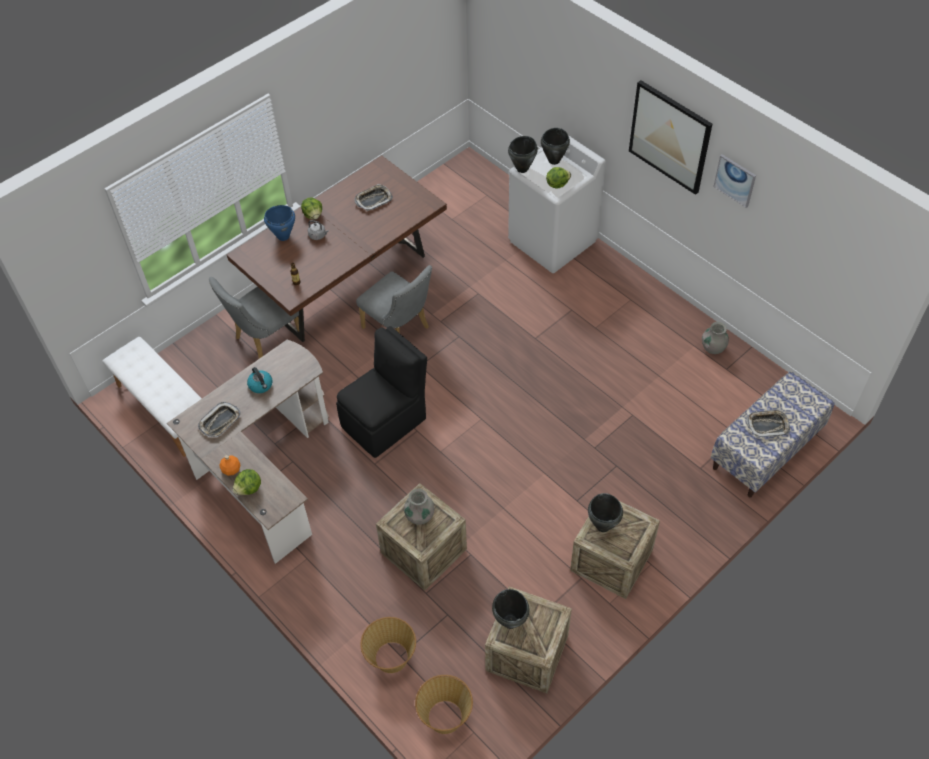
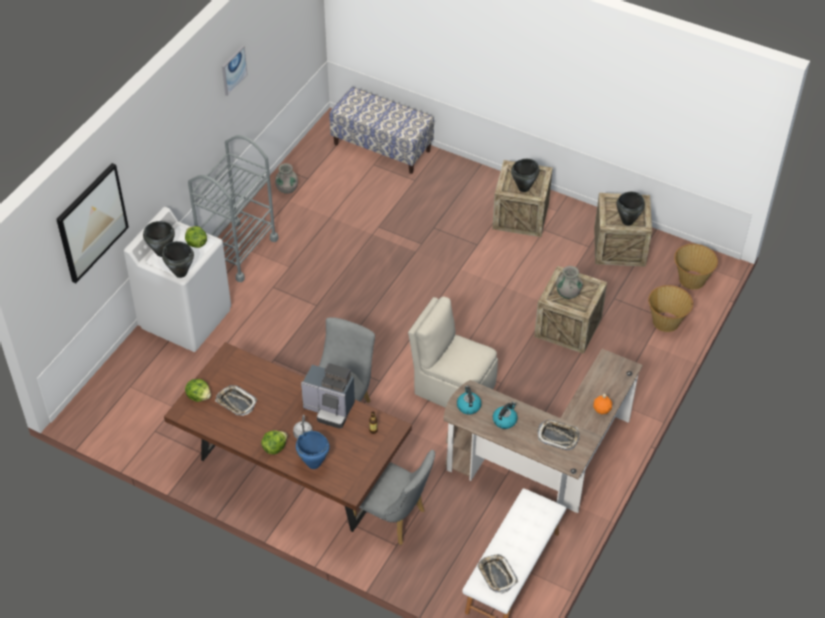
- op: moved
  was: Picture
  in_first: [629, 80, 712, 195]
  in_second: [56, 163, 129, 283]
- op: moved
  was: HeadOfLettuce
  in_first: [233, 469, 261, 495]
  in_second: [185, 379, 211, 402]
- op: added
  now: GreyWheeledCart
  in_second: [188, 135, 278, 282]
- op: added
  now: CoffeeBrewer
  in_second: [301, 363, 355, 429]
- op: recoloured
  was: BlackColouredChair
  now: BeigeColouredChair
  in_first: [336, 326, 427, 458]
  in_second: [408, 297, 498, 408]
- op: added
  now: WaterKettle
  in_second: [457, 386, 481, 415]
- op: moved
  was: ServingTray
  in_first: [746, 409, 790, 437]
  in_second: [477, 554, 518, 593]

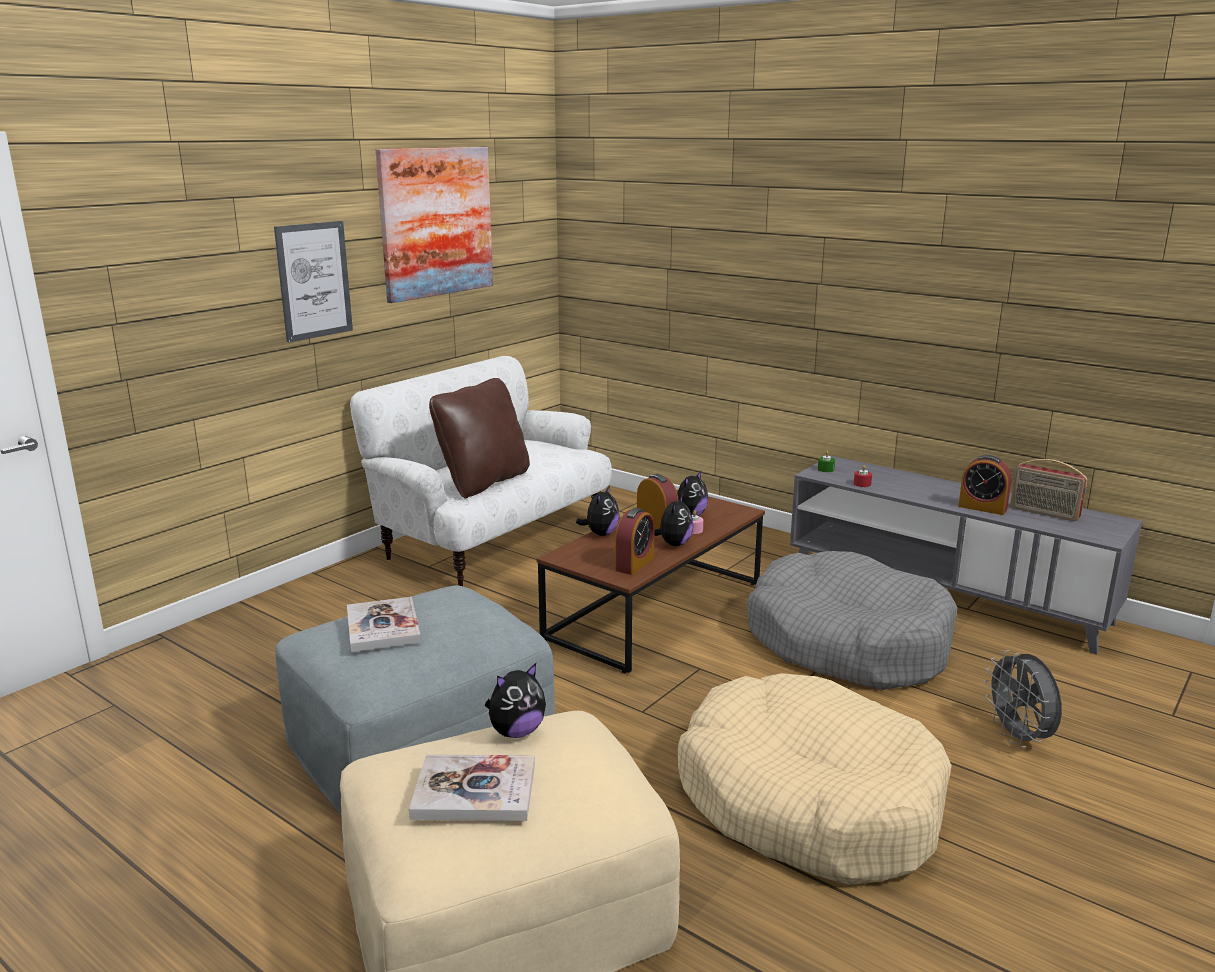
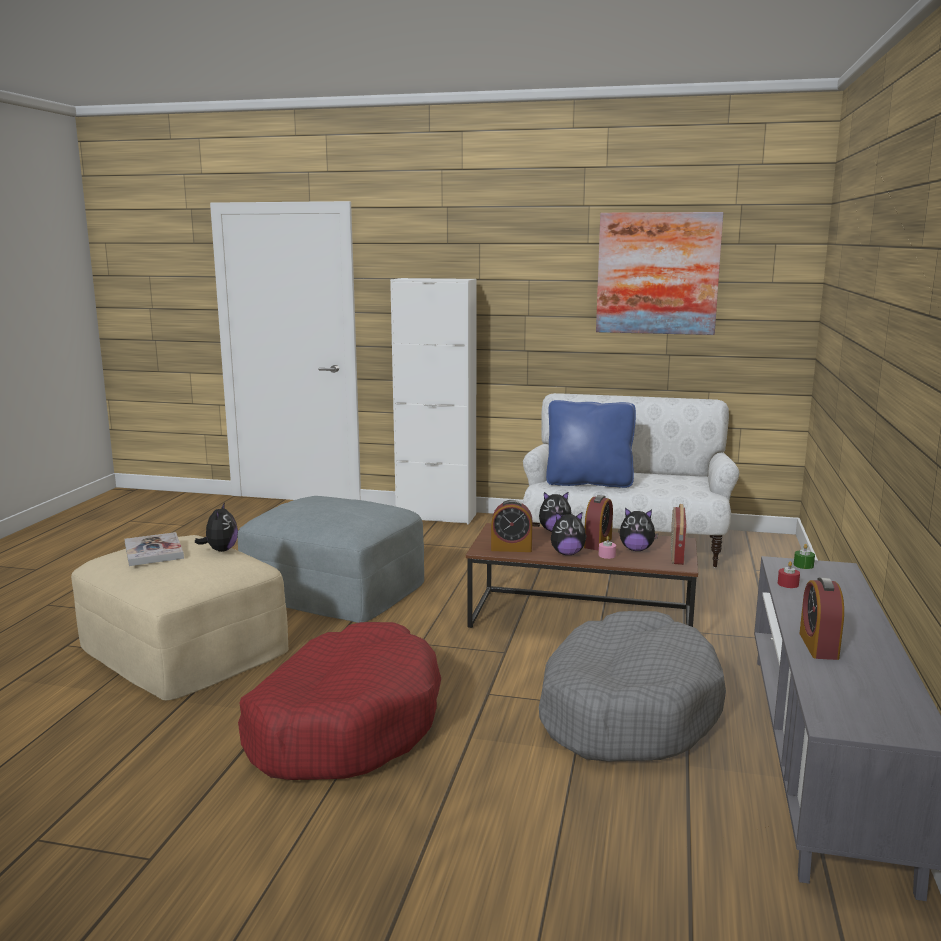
- op: turned
  was: CuddlyToy
  in_first: [485, 663, 546, 738]
  in_second: [195, 502, 238, 552]
  clockwise: -120
- op: recoloured
  was: BeigeColouredPetBed
  now: RedColouredPetBed
  in_first: [678, 673, 952, 885]
  in_second: [238, 622, 441, 780]
- op: added
  now: WhiteCabinet
  in_second: [390, 278, 477, 525]
- op: recoloured
  was: BrownishCushion
  now: BlueCushion
  in_first: [429, 378, 530, 498]
  in_second: [546, 400, 636, 488]
- op: moved
  was: Radio
  in_first: [1010, 459, 1087, 521]
  in_second: [671, 504, 686, 565]
- op: removed
  was: Picture
  in_first: [274, 221, 353, 343]
- op: removed
  was: BoundBook
  in_first: [347, 597, 421, 652]
- op: removed
  was: GreyFan
  in_first: [984, 650, 1062, 748]

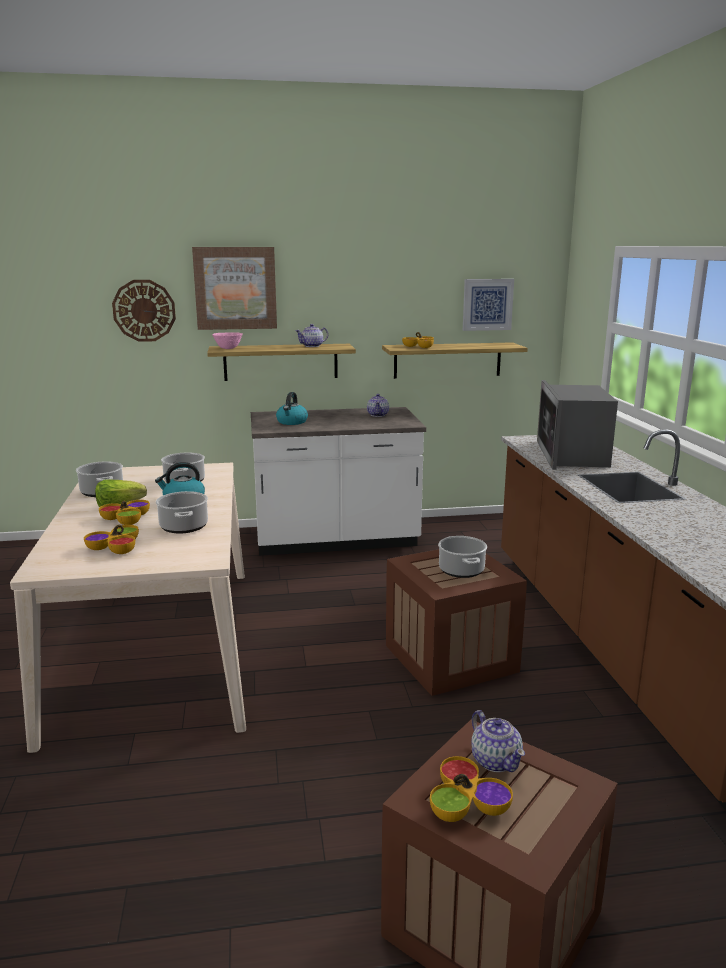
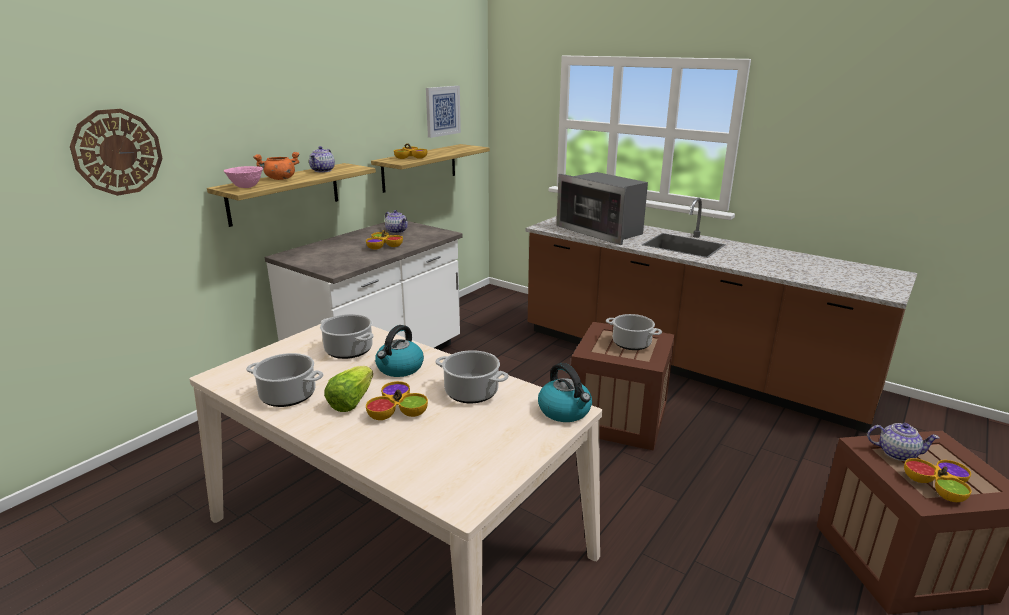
- op: added
  now: OrangeColouredCookingPot
  in_second: [253, 152, 300, 180]
- op: moved
  was: DeepDish
  in_first: [84, 525, 139, 554]
  in_second: [366, 230, 403, 250]
- op: moved
  was: WaterKettle
  in_first: [276, 392, 308, 425]
  in_second: [538, 363, 592, 422]
- op: removed
  was: Picture
  in_first: [192, 247, 277, 330]

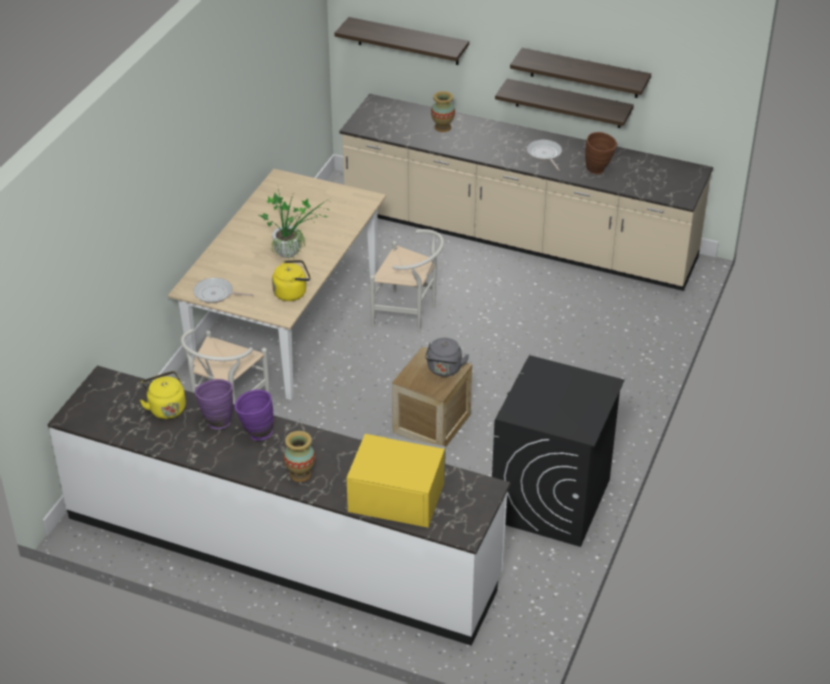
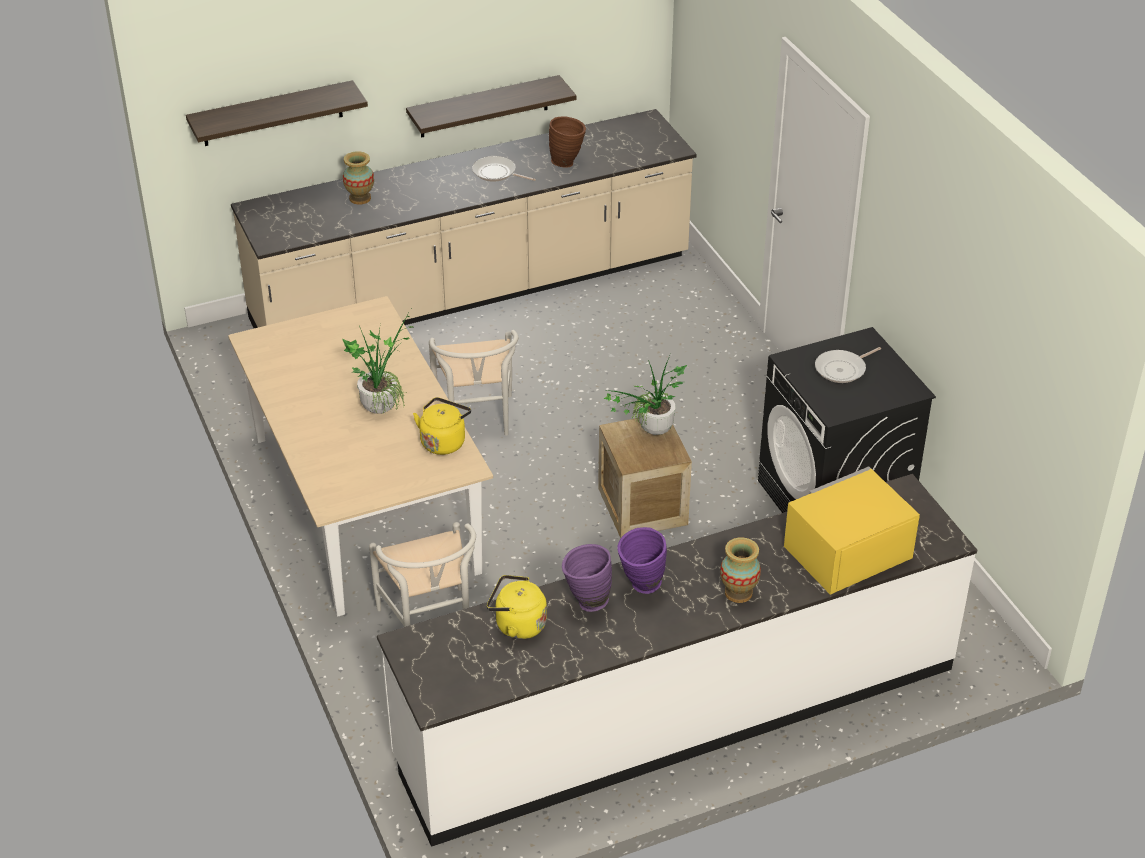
- op: turned
  was: WhiteChair
  in_first: [370, 229, 444, 333]
  in_second: [429, 330, 518, 436]
  clockwise: 105
- op: replaced
  was: GreyWaterKettle
  now: Houseplant
  in_first: [425, 338, 469, 377]
  in_second: [604, 356, 687, 435]
- op: moved
  was: Pan
  in_first: [194, 278, 254, 303]
  in_second: [815, 347, 881, 383]
- op: removed
  was: WallShelf
  in_first: [510, 48, 651, 98]

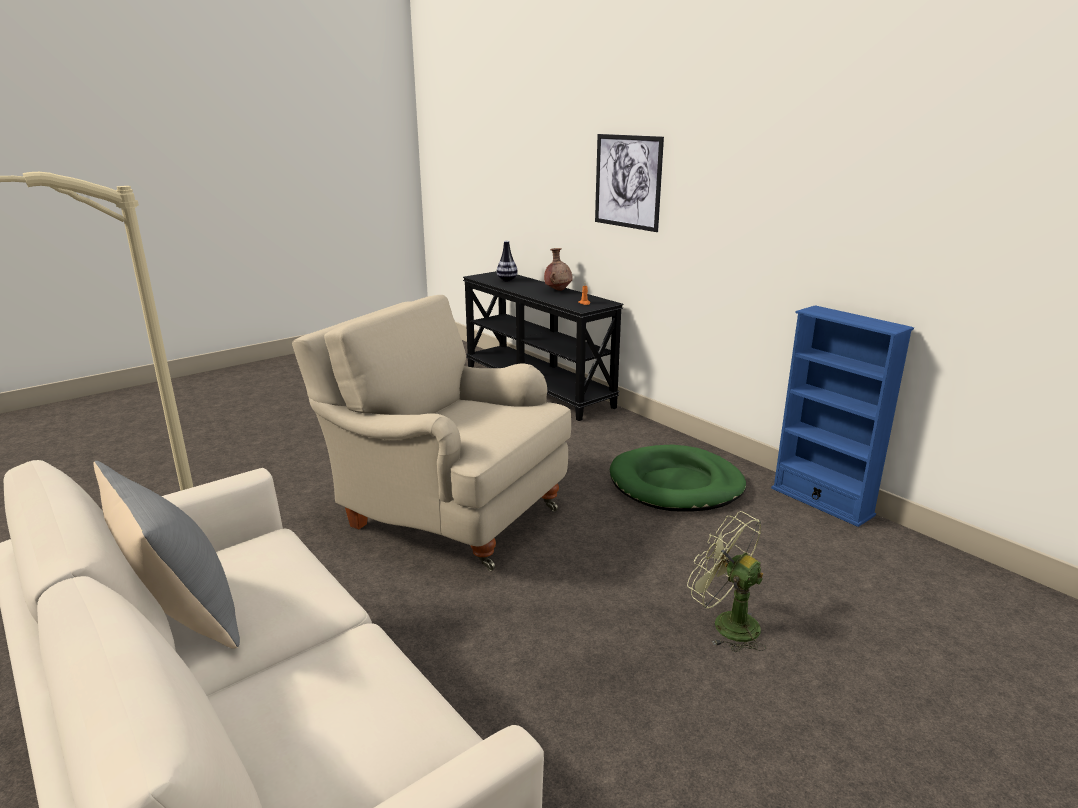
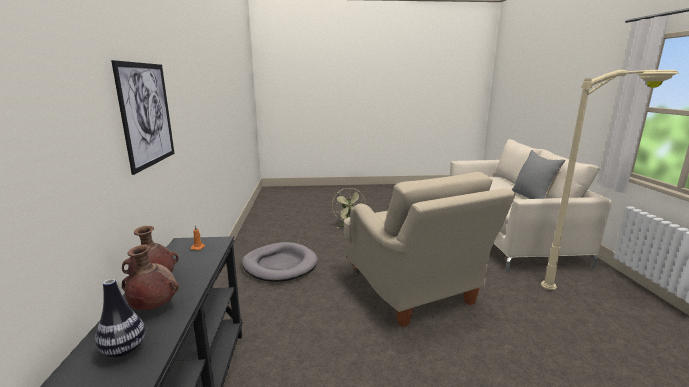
- op: added
  now: BrownishFlowerVase
  in_second: [122, 244, 179, 310]
- op: recoloured
  was: GreenishPetBed
  now: GreyPetBed
  in_first: [610, 445, 746, 512]
  in_second: [242, 242, 318, 282]
- op: removed
  was: BlueShelvingUnit
  in_first: [771, 305, 914, 527]

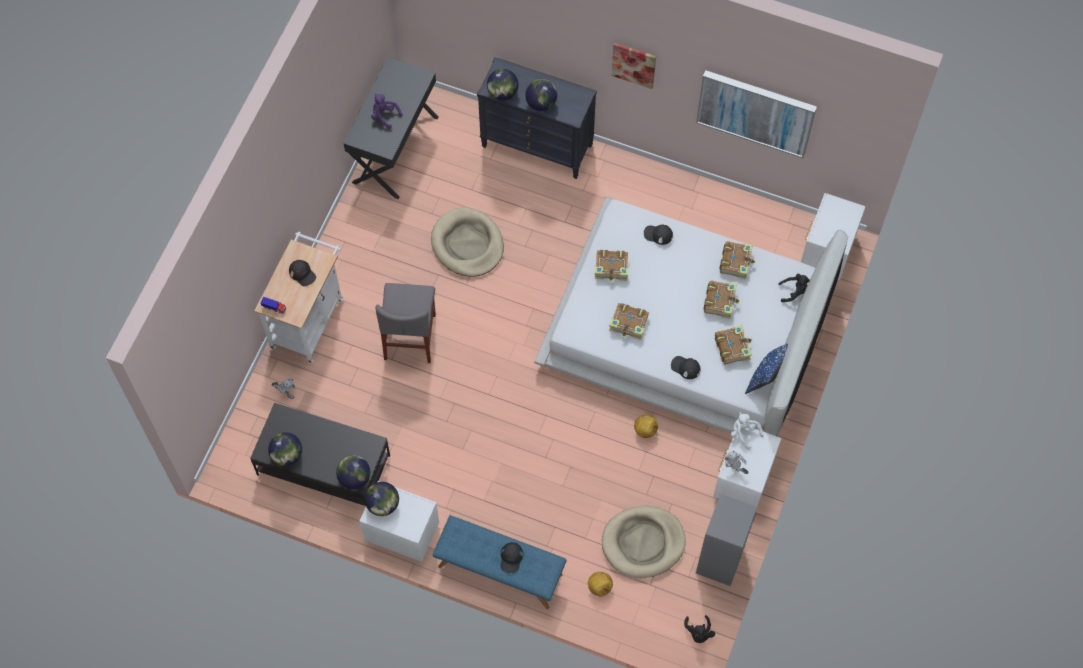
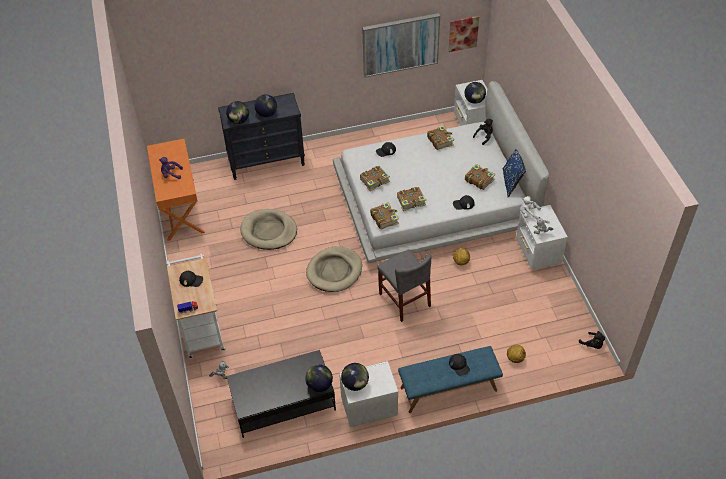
- op: recoloured
  was: BlackColouredDesk
  now: OrangeColouredDesk
  in_first: [343, 57, 439, 199]
  in_second: [147, 139, 205, 241]
- op: moved
  was: BeigeColouredPetBed
  in_first: [602, 506, 686, 578]
  in_second: [306, 246, 362, 292]
- op: moved
  was: BoundBook
  in_first: [704, 280, 740, 319]
  in_second: [370, 202, 399, 230]
- op: moved
  was: GreyChair
  in_first: [376, 283, 436, 363]
  in_second: [377, 249, 431, 322]
- op: moved
  was: Picture
  in_first: [611, 43, 656, 89]
  in_second: [448, 16, 479, 52]
- op: moved
  was: DeskGlobe
  in_first: [268, 432, 302, 466]
  in_second: [464, 82, 486, 104]
- op: removed
  was: GreyShelvingUnit
  in_first: [696, 494, 757, 586]

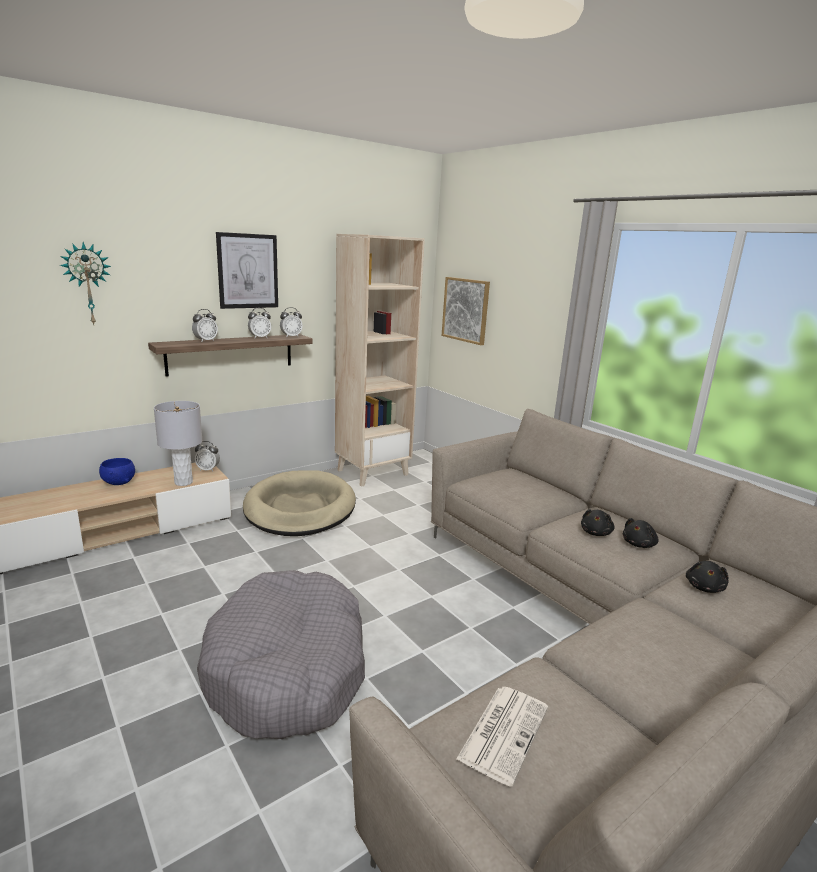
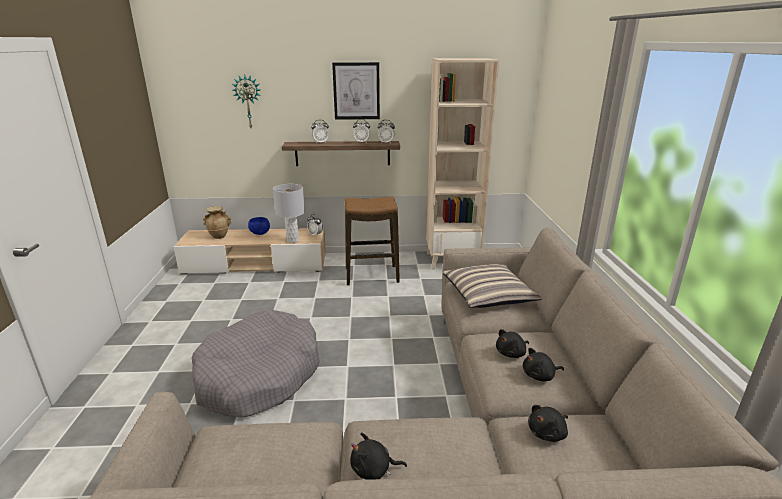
- op: added
  now: BeigeColouredFlowerVase
  in_second: [203, 206, 231, 239]
- op: replaced
  was: BeigeColouredPetBed
  now: Stool
  in_first: [243, 470, 356, 536]
  in_second: [345, 196, 400, 285]
- op: added
  now: BlackColouredCuddlyToy
  in_second: [350, 433, 407, 480]
- op: added
  now: Cushion
  in_second: [443, 264, 542, 308]
- op: removed
  was: Picture
  in_first: [442, 277, 490, 345]
- op: removed
  was: PrintedPaper
  in_first: [456, 687, 548, 787]

